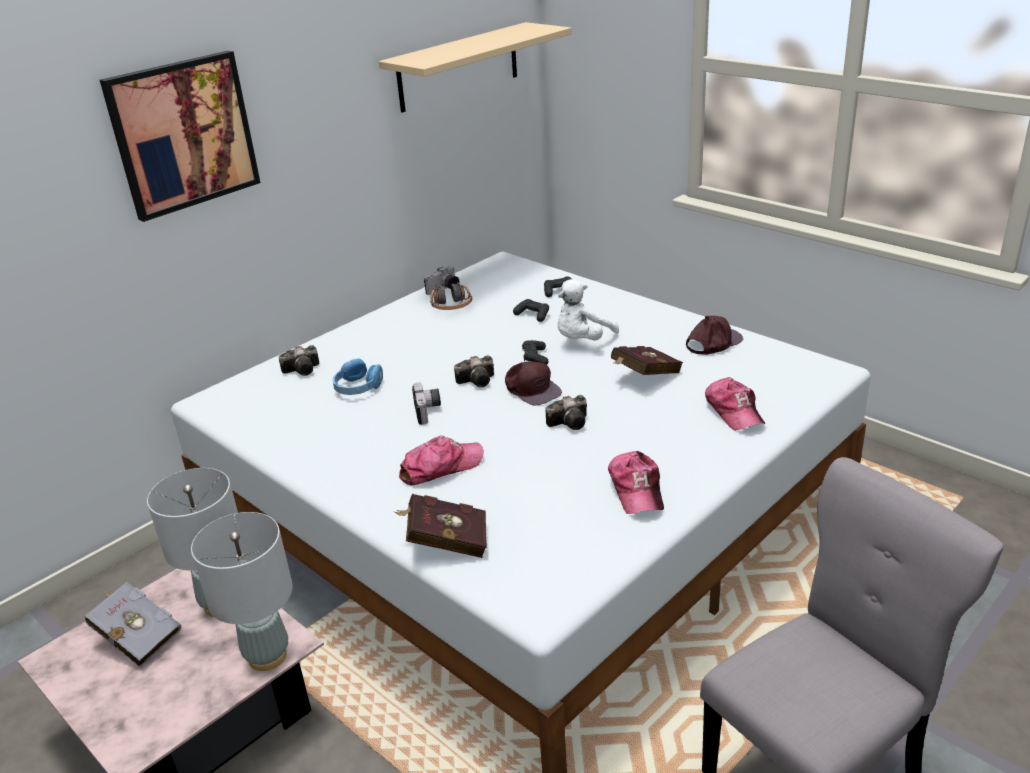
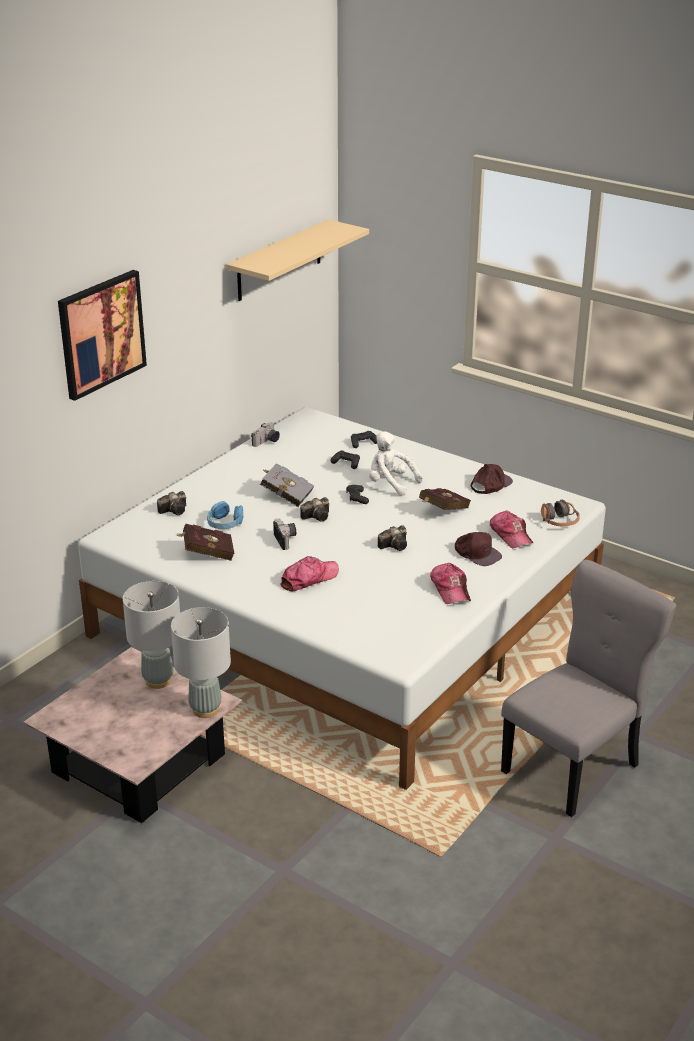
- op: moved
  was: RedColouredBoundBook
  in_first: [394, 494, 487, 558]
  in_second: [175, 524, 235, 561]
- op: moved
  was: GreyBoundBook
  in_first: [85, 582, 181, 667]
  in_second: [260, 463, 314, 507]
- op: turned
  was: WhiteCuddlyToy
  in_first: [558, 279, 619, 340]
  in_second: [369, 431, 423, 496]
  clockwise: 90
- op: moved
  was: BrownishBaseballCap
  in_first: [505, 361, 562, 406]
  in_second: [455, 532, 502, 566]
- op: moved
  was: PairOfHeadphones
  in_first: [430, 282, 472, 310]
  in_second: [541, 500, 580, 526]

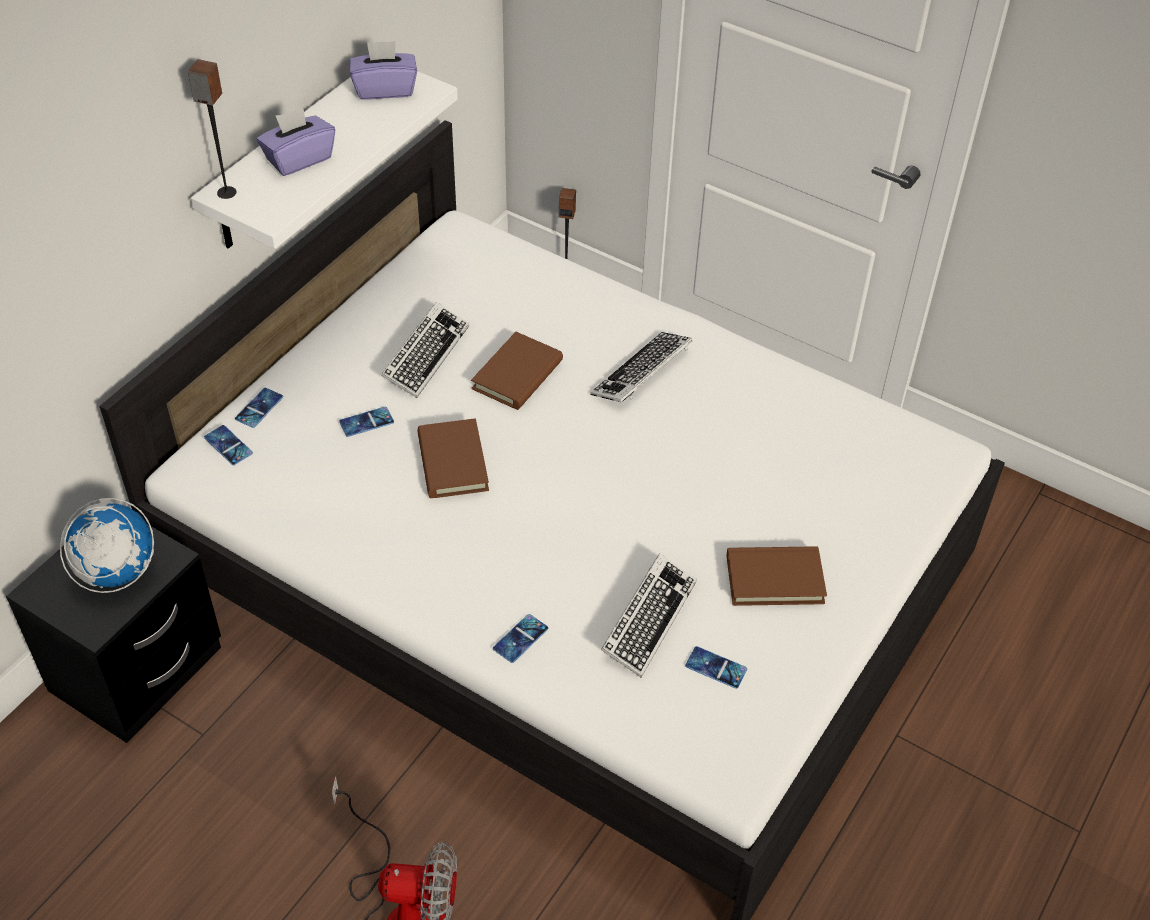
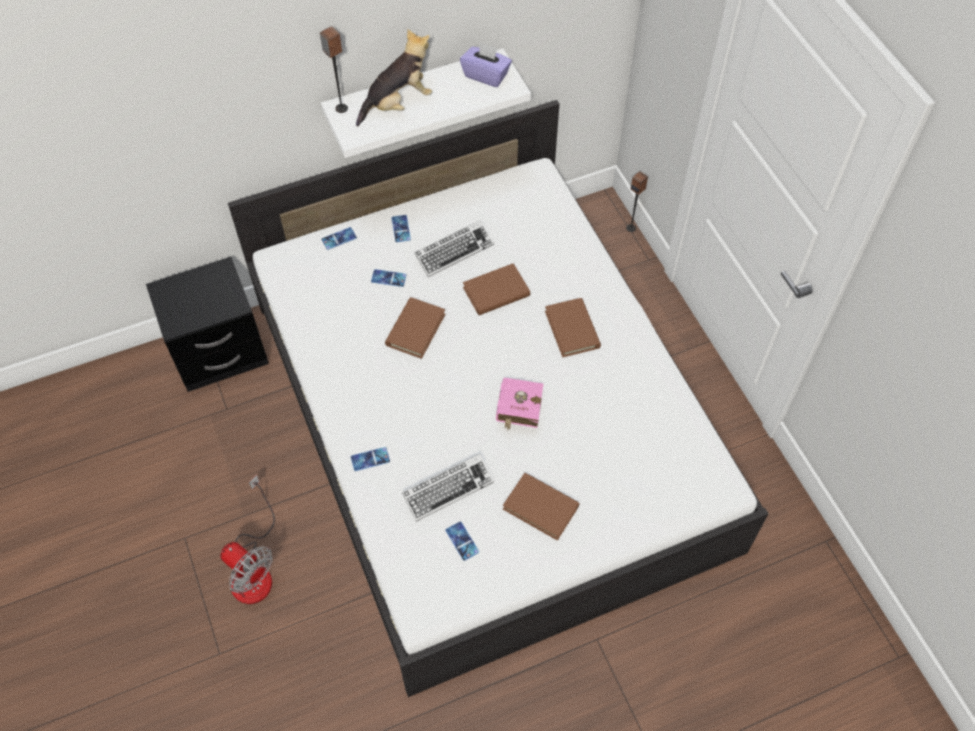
- op: replaced
  was: PurpleColouredTissueHolder
  now: CuddlyToy
  in_first: [257, 107, 335, 176]
  in_second: [356, 29, 432, 126]
- op: moved
  was: Handset
  in_first: [204, 425, 253, 465]
  in_second: [391, 215, 411, 242]
- op: added
  now: PinkBoundBook
  in_second: [496, 377, 544, 430]
- op: replaced
  was: ComputerKeyboard
  now: BrownishBoundBook
  in_first: [591, 332, 692, 403]
  in_second: [545, 298, 601, 357]
- op: removed
  was: DeskGlobe
  in_first: [60, 498, 154, 593]

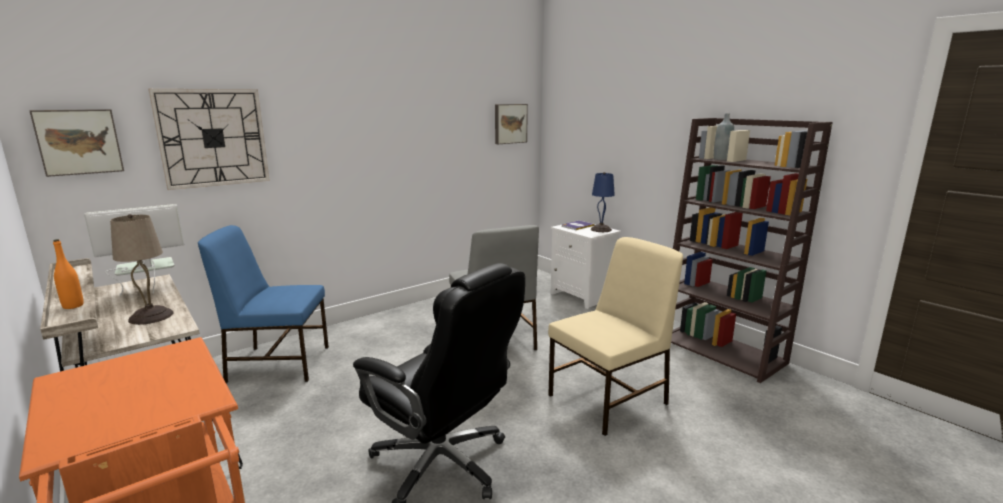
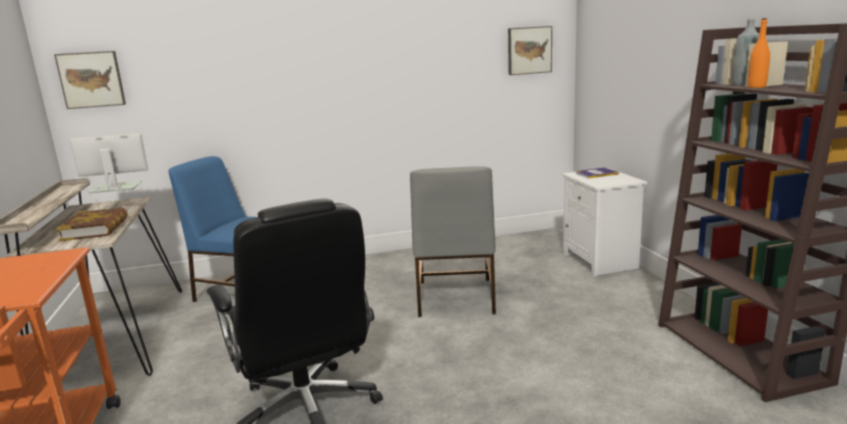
- op: replaced
  was: BeigeColouredTableLamp
  now: BoundBook
  in_first: [110, 214, 174, 325]
  in_second: [56, 208, 128, 241]
- op: moved
  was: OrangeColouredDrinkBottle
  in_first: [53, 239, 84, 309]
  in_second: [748, 18, 770, 88]
- op: removed
  was: WallClock
  in_first: [148, 89, 270, 190]
- op: removed
  was: BeigeColouredChair
  in_first: [548, 237, 683, 436]
- op: removed
  was: BlueTableLamp
  in_first: [591, 172, 615, 232]

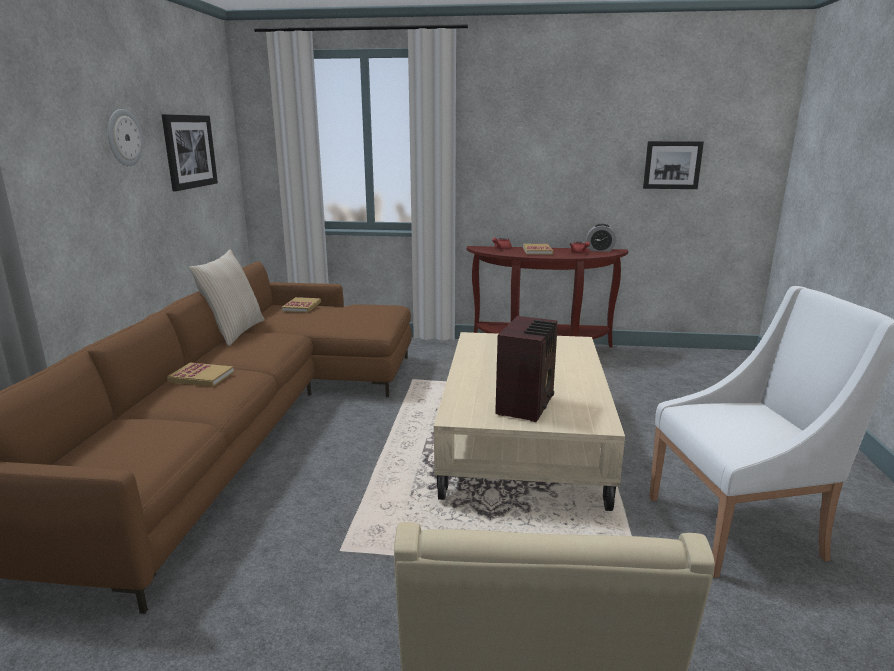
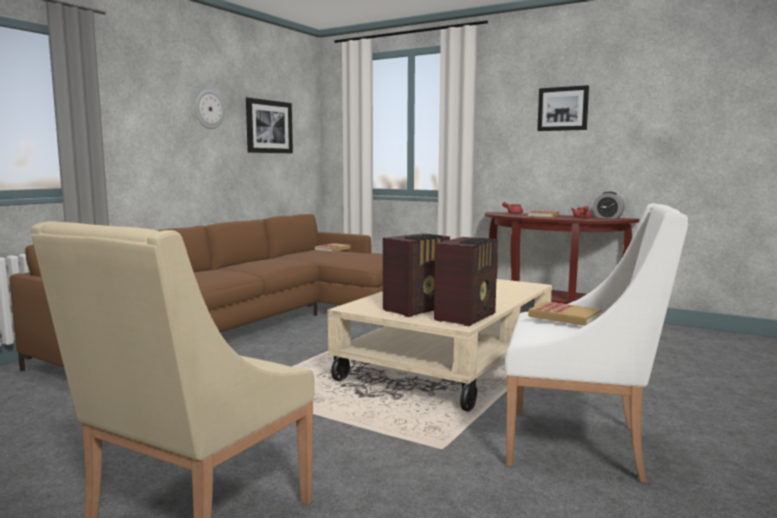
- op: added
  now: Radio
  in_second: [434, 237, 498, 326]
- op: moved
  was: BoundBook
  in_first: [167, 363, 234, 387]
  in_second: [528, 301, 602, 326]
- op: moved
  was: Picture
  in_first: [643, 141, 704, 189]
  in_second: [537, 85, 589, 131]
- op: removed
  was: BeigeColouredCushion
  in_first: [189, 250, 264, 346]

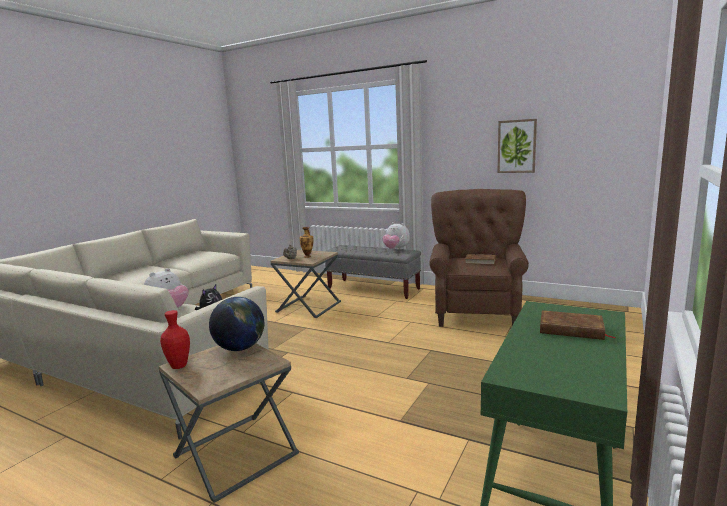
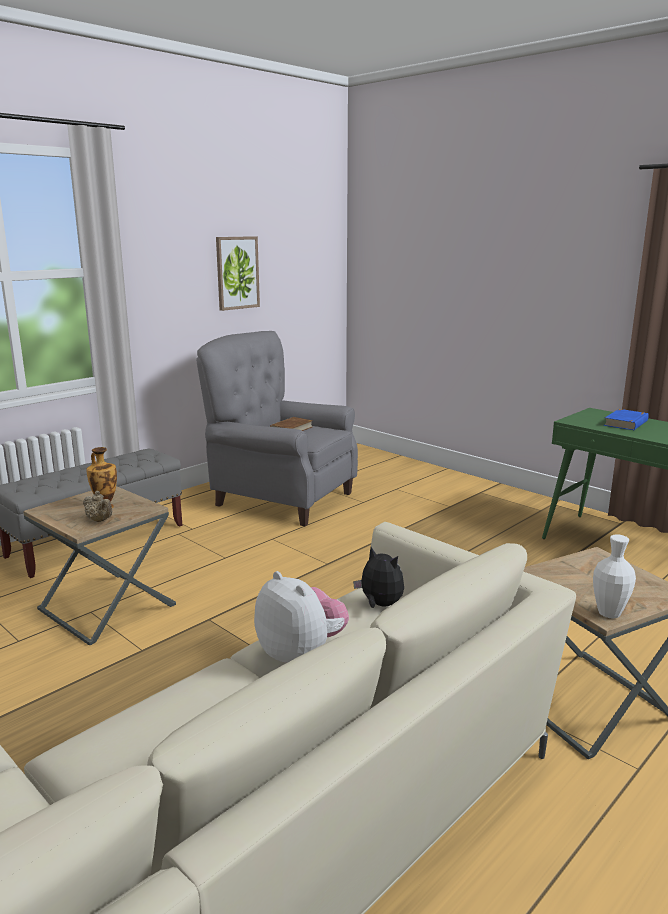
- op: recoloured
  was: BrownishArmchair
  now: GreyArmchair
  in_first: [429, 189, 529, 327]
  in_second: [196, 331, 358, 526]
- op: recoloured
  was: RedColouredFlowerVase
  now: WhiteFlowerVase
  in_first: [160, 310, 190, 369]
  in_second: [593, 534, 636, 618]
- op: recoloured
  was: BrownishBoundBook
  now: BlueBoundBook
  in_first: [540, 310, 616, 340]
  in_second: [604, 409, 649, 430]
- op: removed
  was: DeskGlobe
  in_first: [209, 297, 265, 351]
- op: removed
  was: CuddlyToy
  in_first: [382, 222, 410, 250]

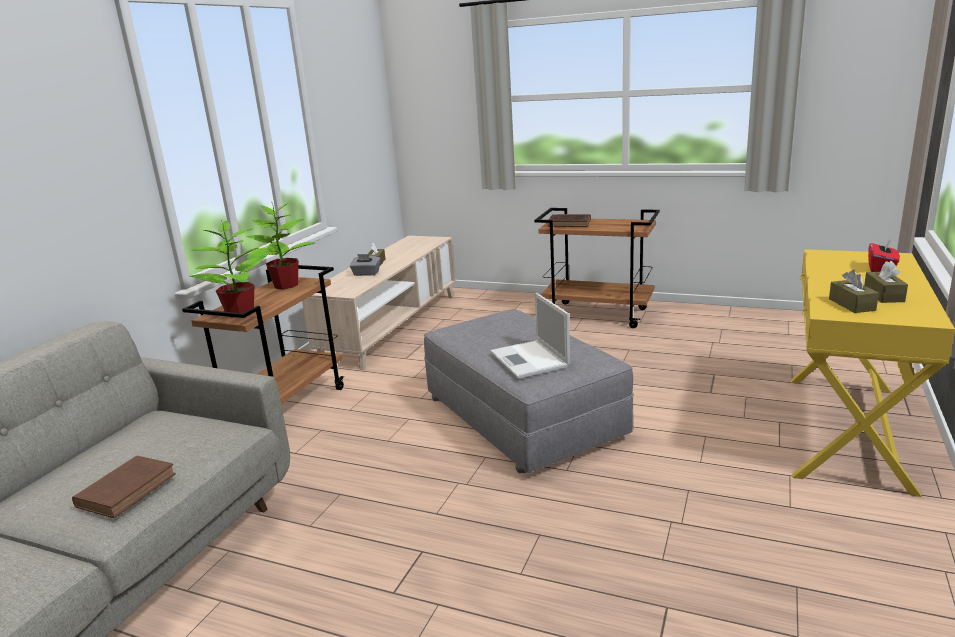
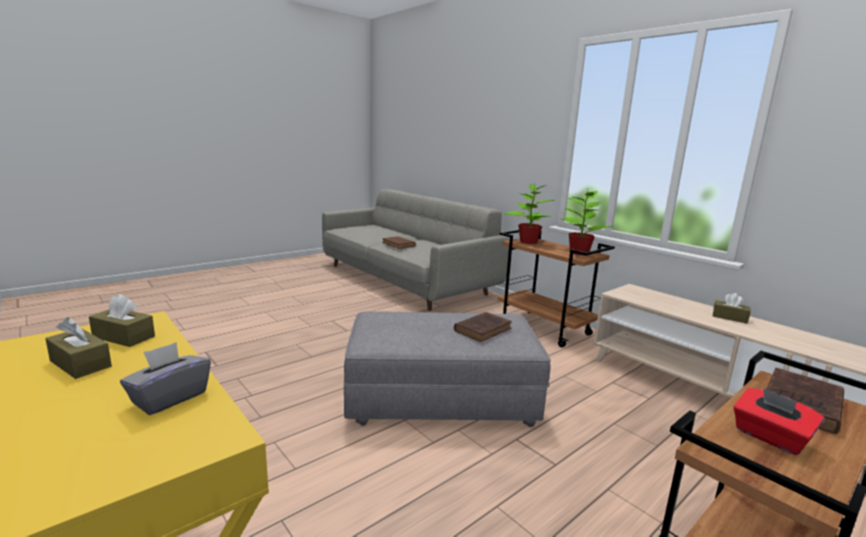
- op: moved
  was: GreyTissueHolder
  in_first: [350, 254, 380, 276]
  in_second: [120, 342, 211, 415]
- op: added
  now: BrownishBoundBook
  in_second: [454, 312, 512, 342]
- op: moved
  was: RedColouredTissueHolder
  in_first: [868, 239, 900, 272]
  in_second: [733, 388, 824, 455]
- op: removed
  was: NotebookComputer
  in_first: [490, 293, 570, 379]

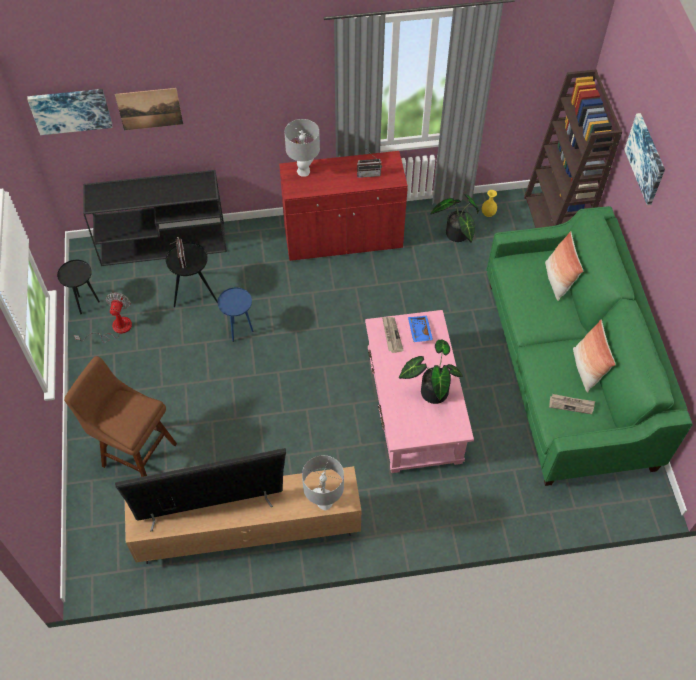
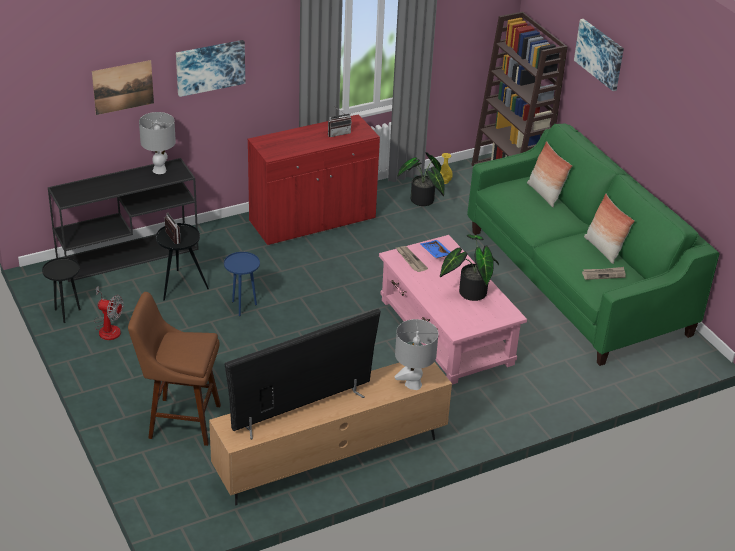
- op: turned
  was: Fan
  in_first: [74, 292, 132, 343]
  in_second: [94, 286, 124, 340]
  clockwise: 120
- op: moved
  was: GreyTableLamp
  in_first: [284, 119, 320, 177]
  in_second: [139, 112, 176, 174]
- op: moved
  was: Picture
  in_first: [27, 89, 113, 135]
  in_second: [176, 40, 245, 97]

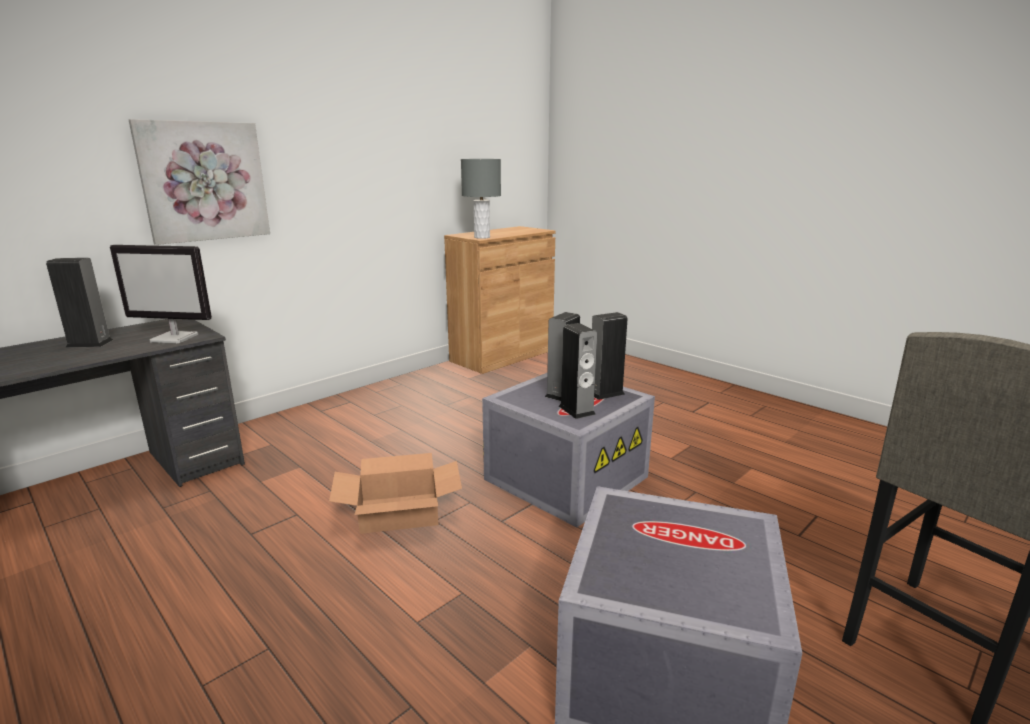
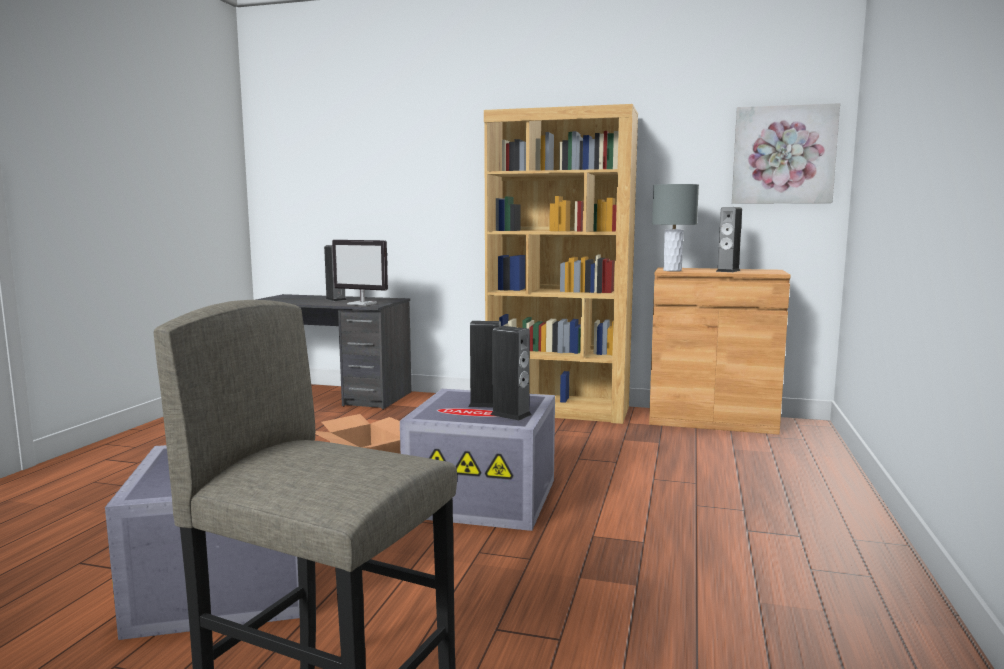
- op: turned
  was: ComputerDisplay
  in_first: [110, 245, 212, 344]
  in_second: [332, 240, 388, 306]
  clockwise: -45
- op: added
  now: BrownishShelvingUnit
  in_second: [484, 104, 638, 424]
- op: moved
  was: AudioSpeaker
  in_first: [559, 323, 597, 419]
  in_second: [716, 207, 742, 272]
- op: moved
  was: Picture
  in_first: [129, 119, 270, 245]
  in_second: [732, 103, 840, 204]

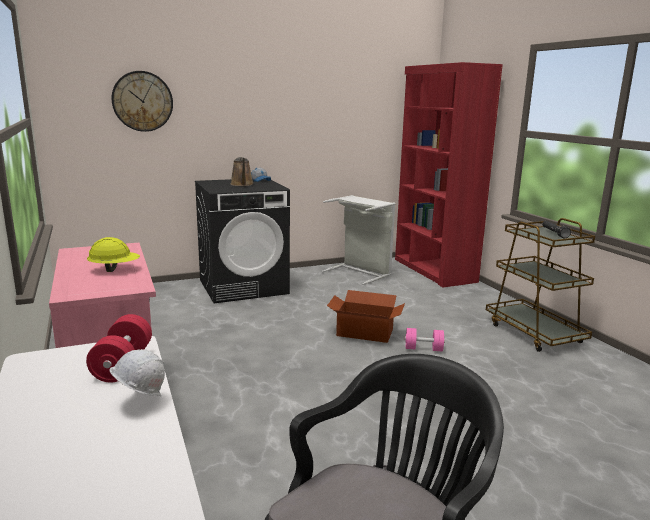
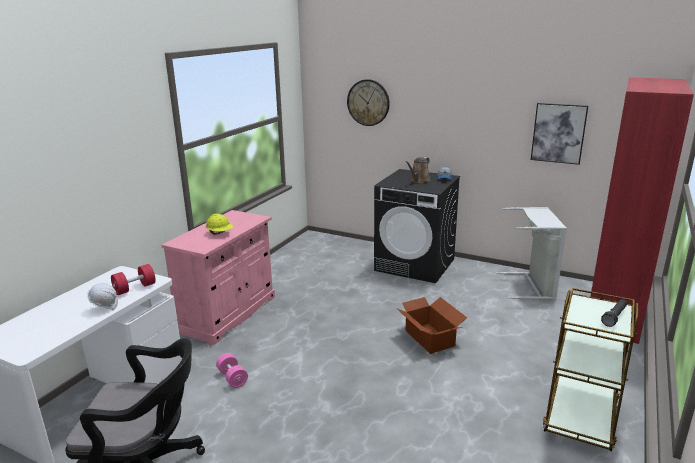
- op: moved
  was: PinkDumbbell
  in_first: [405, 328, 445, 352]
  in_second: [216, 353, 248, 388]
- op: added
  now: Picture
  in_second: [531, 103, 588, 165]

